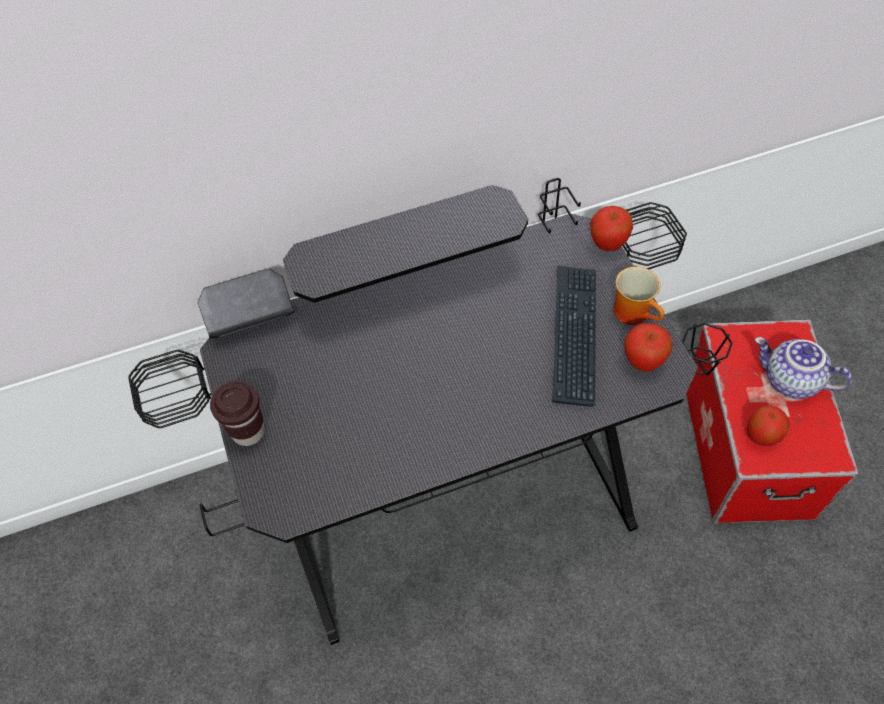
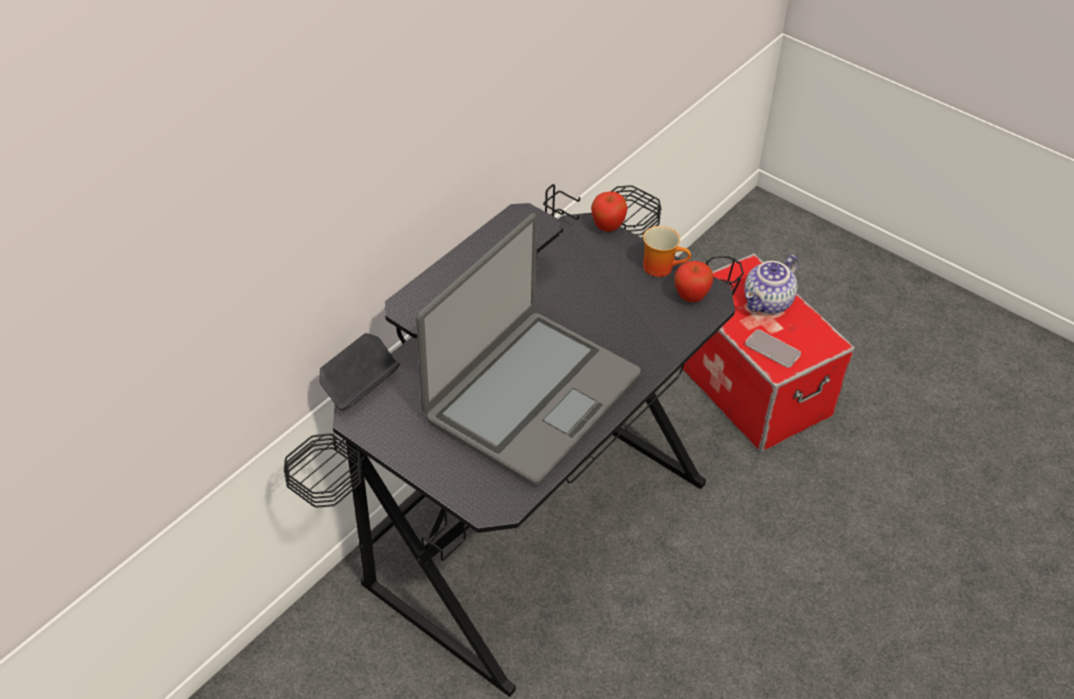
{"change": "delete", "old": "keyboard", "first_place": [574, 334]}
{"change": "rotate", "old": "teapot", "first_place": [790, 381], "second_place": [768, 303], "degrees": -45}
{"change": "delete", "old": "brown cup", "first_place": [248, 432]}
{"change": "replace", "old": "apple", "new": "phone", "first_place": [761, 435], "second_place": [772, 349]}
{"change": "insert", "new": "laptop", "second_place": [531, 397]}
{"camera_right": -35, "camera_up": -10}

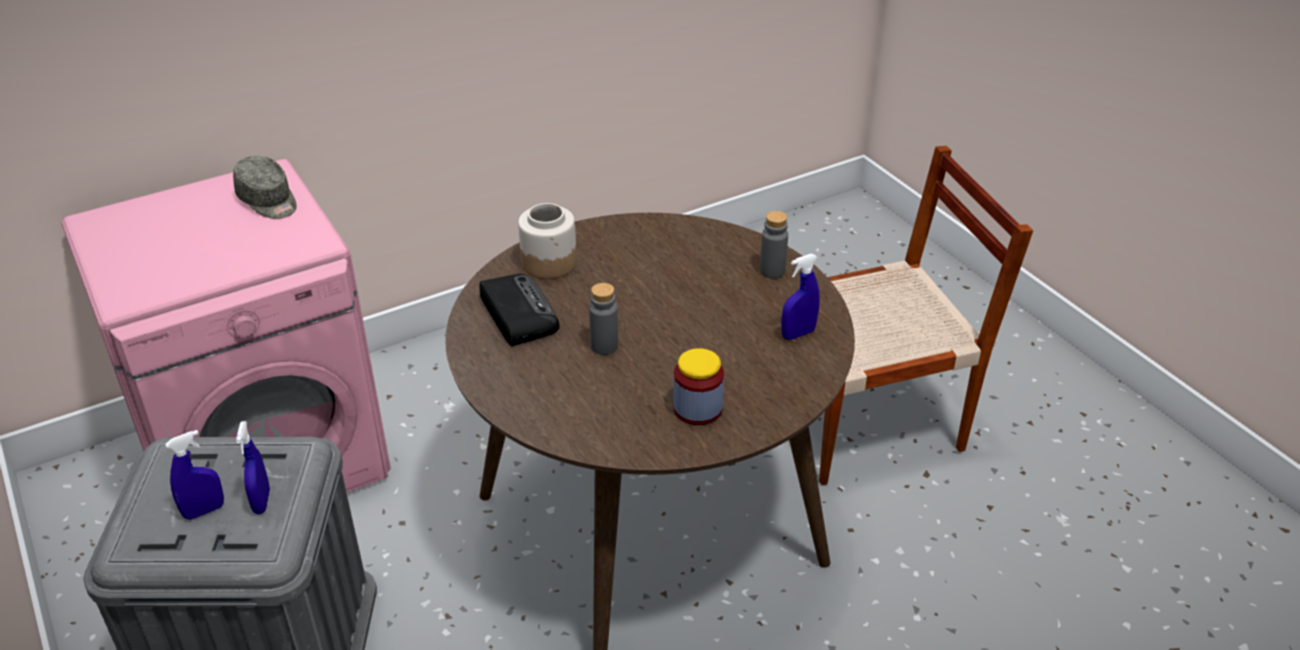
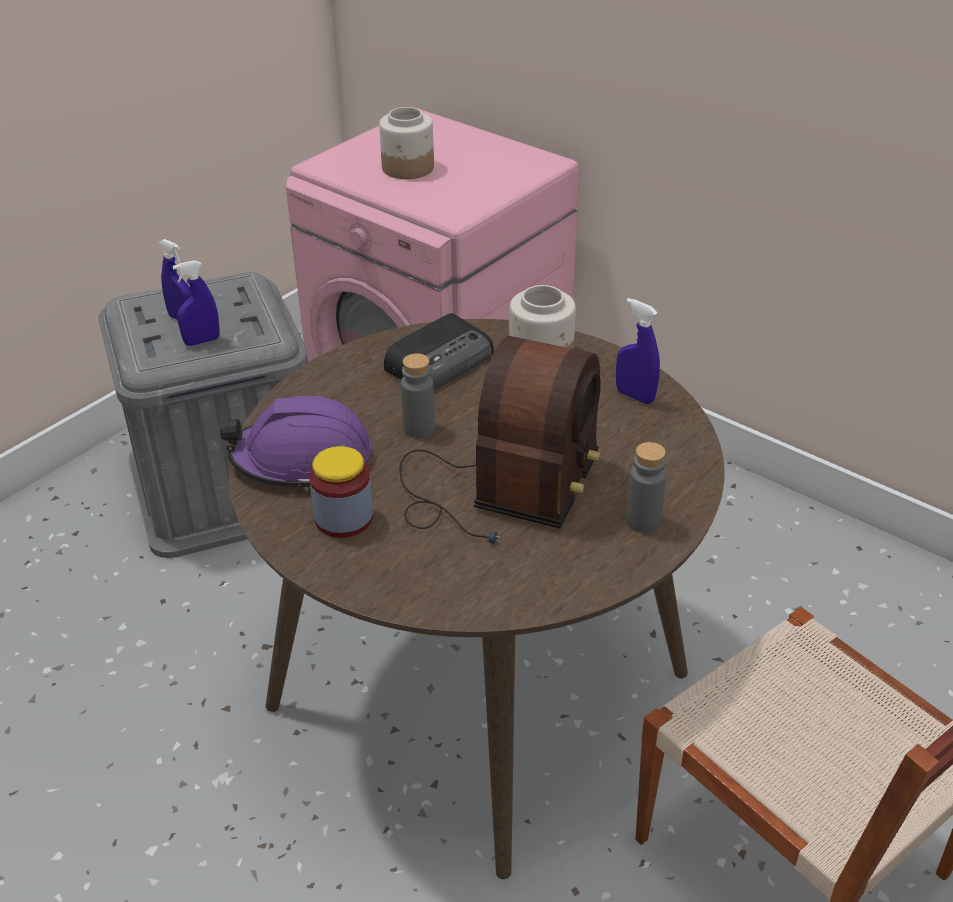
{"change": "delete", "old": "grey cap", "first_place": [268, 201]}
{"change": "move", "old": "blue spray bottle", "first_place": [798, 334], "second_place": [635, 396]}
{"change": "insert", "new": "jar", "second_place": [408, 168]}
{"change": "insert", "new": "radio", "second_place": [499, 488]}
{"change": "insert", "new": "purple hard hat", "second_place": [302, 459]}
{"camera_right": 70, "camera_up": 0}

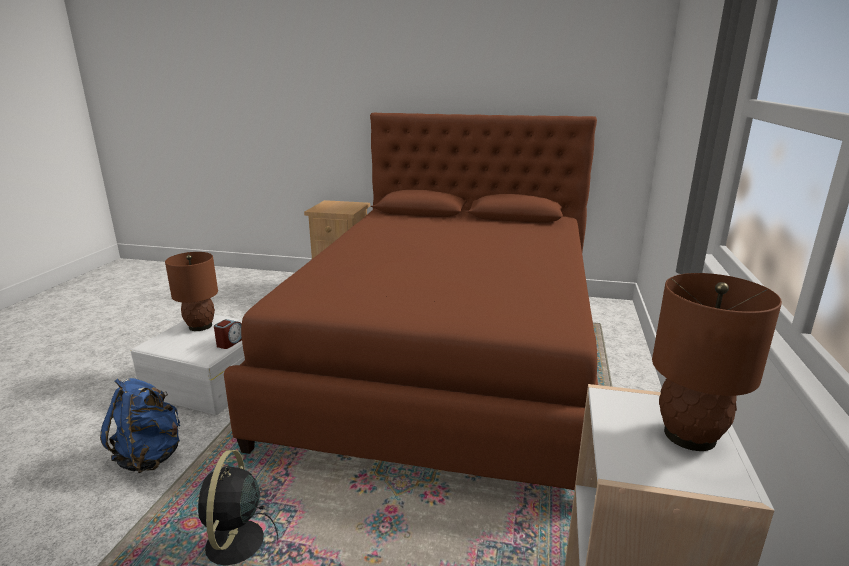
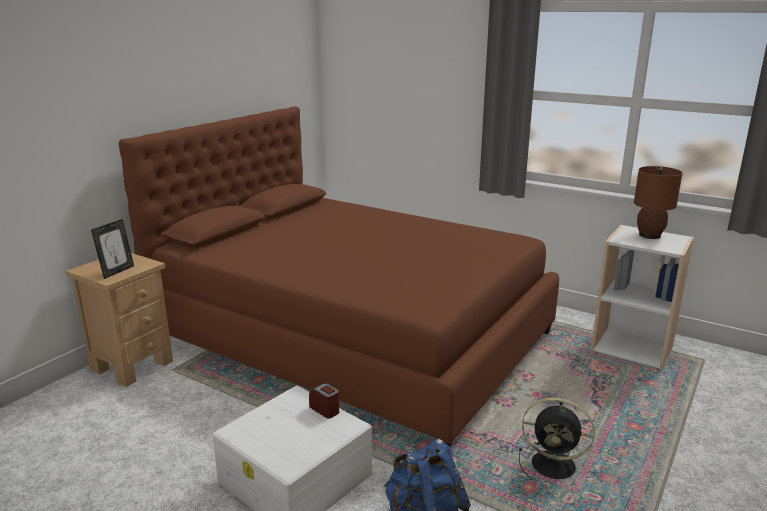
{"change": "delete", "old": "brown table lamp", "first_place": [200, 326]}
{"change": "insert", "new": "picture frame", "second_place": [117, 271]}
{"camera_right": -70, "camera_up": 0}

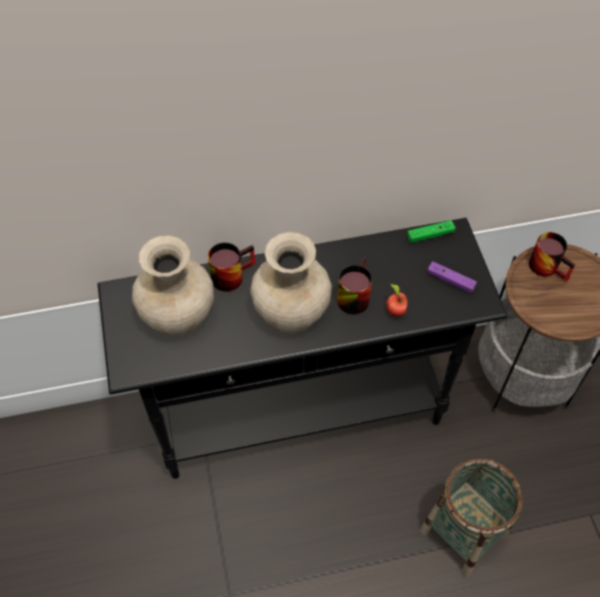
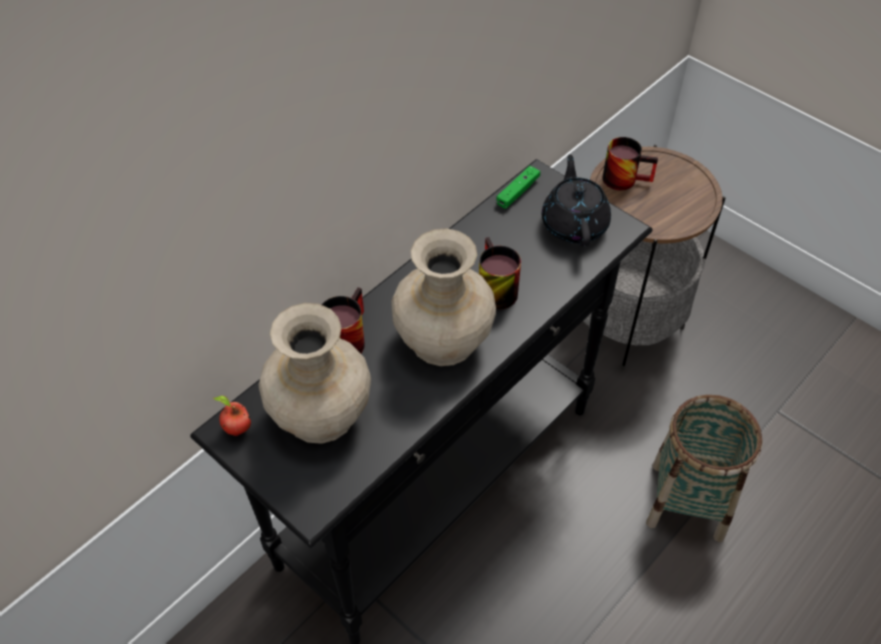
{"change": "replace", "old": "purple game controller", "new": "black teapot", "first_place": [450, 281], "second_place": [574, 224]}
{"change": "move", "old": "apple", "first_place": [394, 311], "second_place": [236, 429]}
{"camera_right": -35, "camera_up": -5}

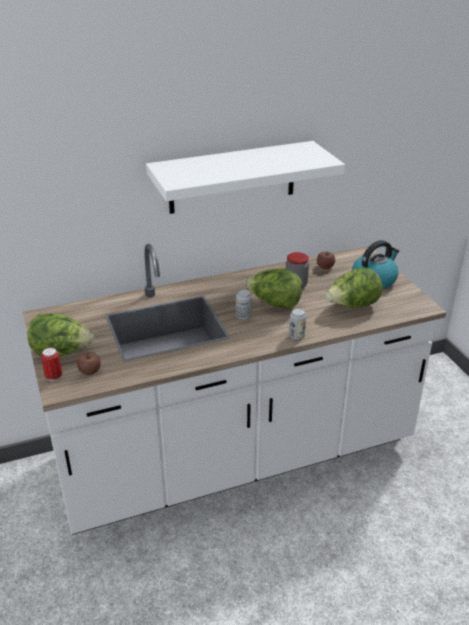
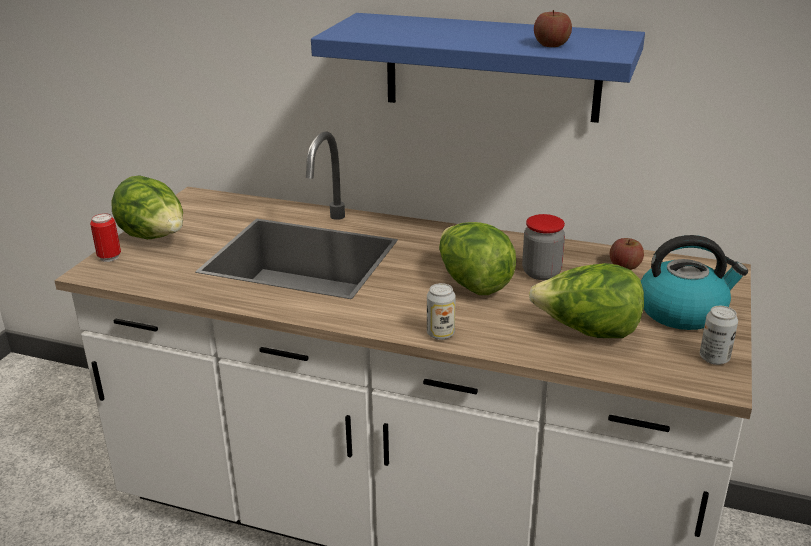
{"change": "recolor", "old": "white shelf", "new": "blue shelf", "first_place": [232, 177], "second_place": [491, 67]}
{"change": "move", "old": "can", "first_place": [243, 316], "second_place": [714, 358]}
{"change": "move", "old": "apple", "first_place": [90, 371], "second_place": [551, 45]}
{"camera_right": 40, "camera_up": -5}

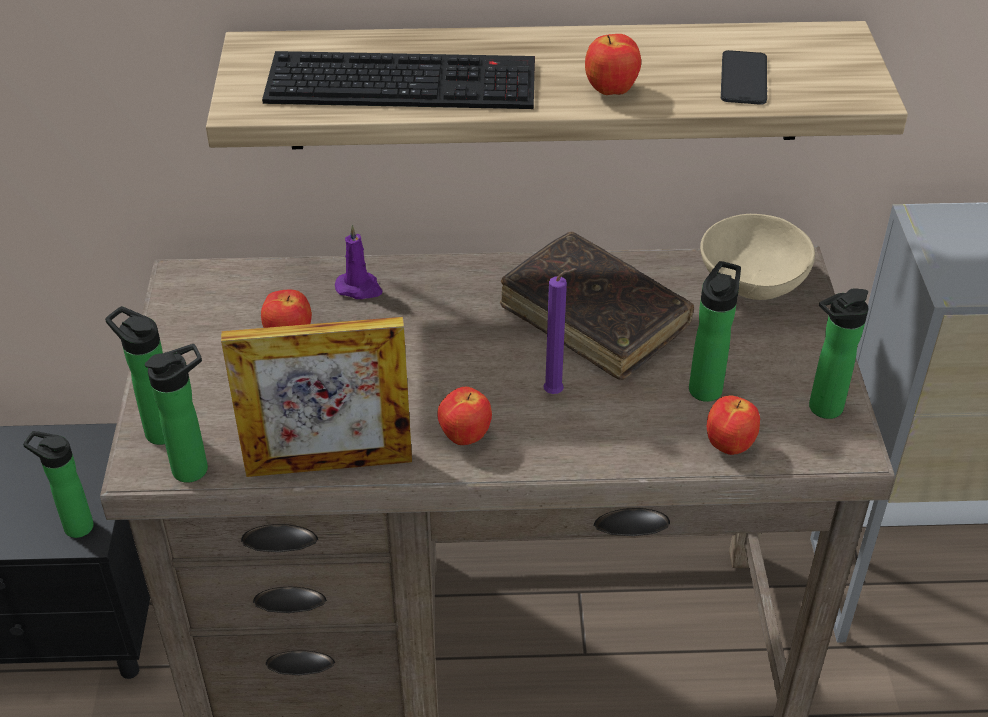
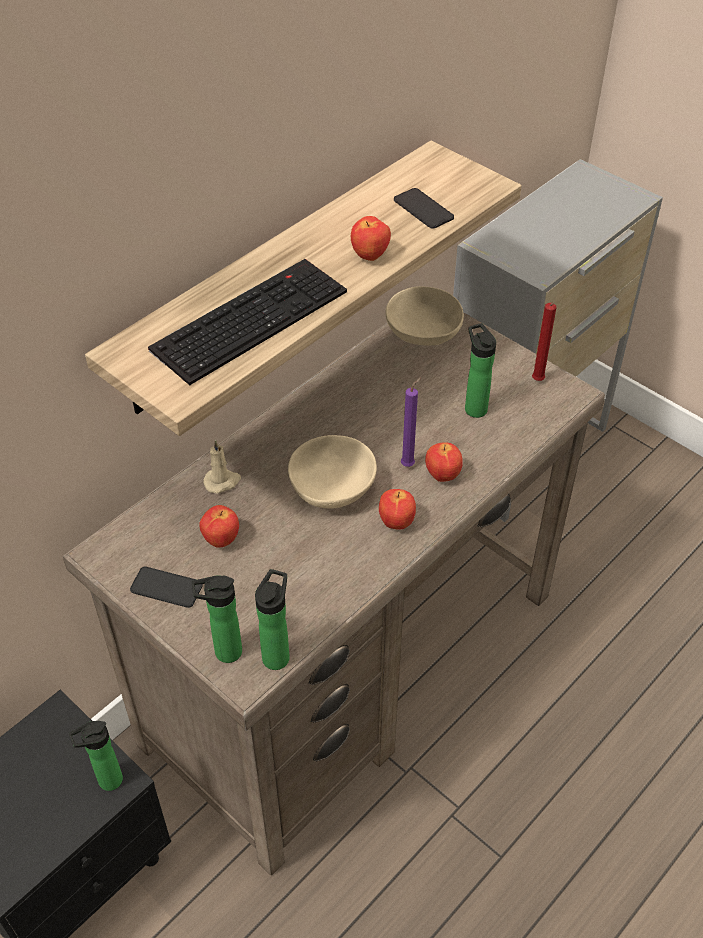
{"change": "recolor", "old": "purple candle", "new": "beige candle", "first_place": [359, 288], "second_place": [222, 481]}
{"change": "delete", "old": "brown book", "first_place": [594, 318]}
{"change": "replace", "old": "bottle", "new": "red candle", "first_place": [821, 409], "second_place": [537, 382]}
{"change": "delete", "old": "picture frame", "first_place": [329, 464]}
{"change": "move", "old": "apple", "first_place": [728, 445], "second_place": [442, 475]}
{"change": "insert", "new": "beige bowl", "second_place": [331, 487]}
{"change": "insert", "new": "phone", "second_place": [166, 587]}
{"camera_right": -45, "camera_up": 5}

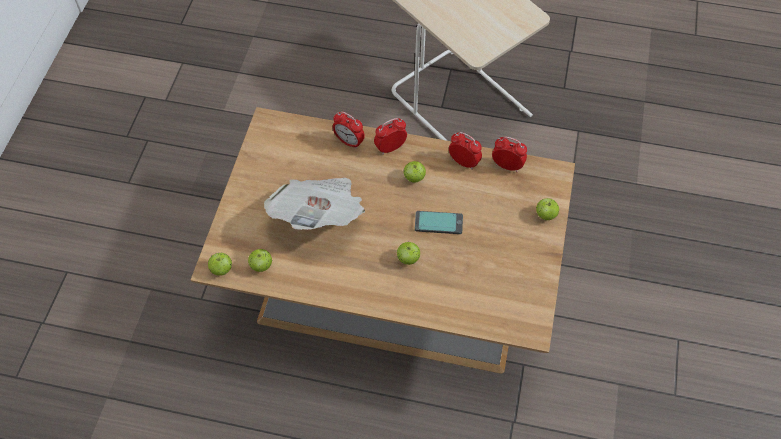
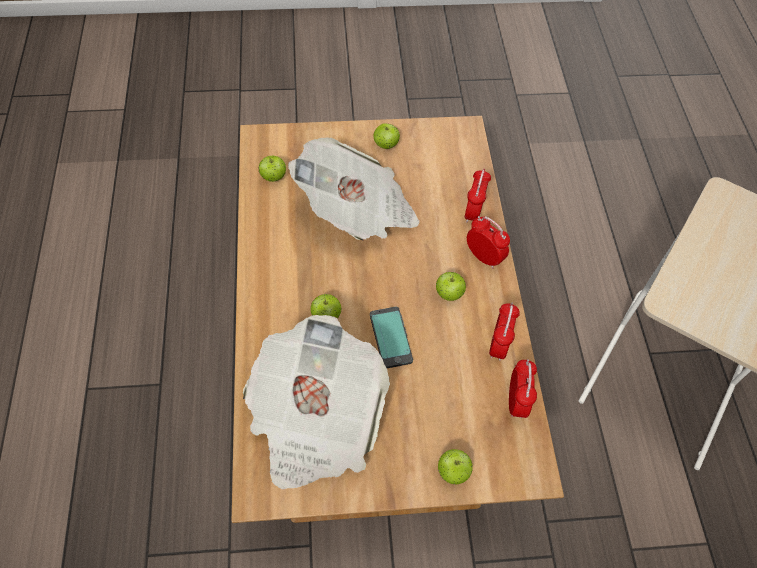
{"change": "move", "old": "apple", "first_place": [221, 269], "second_place": [386, 145]}
{"change": "insert", "new": "newspaper", "second_place": [315, 420]}
{"camera_right": 70, "camera_up": 0}

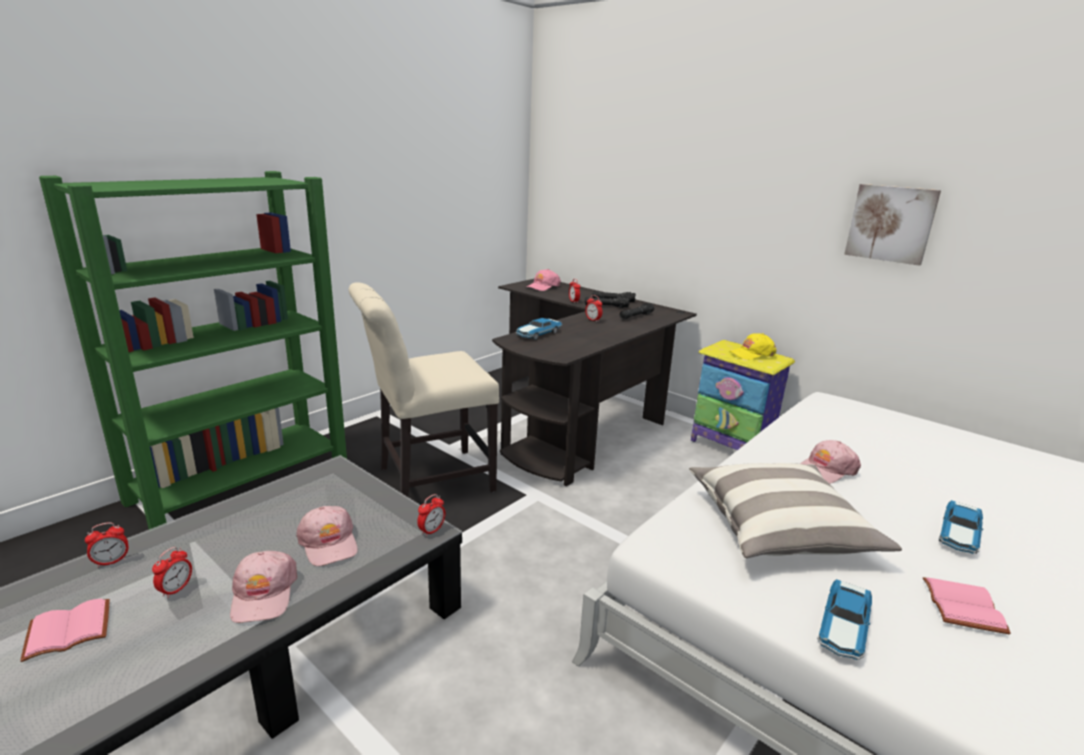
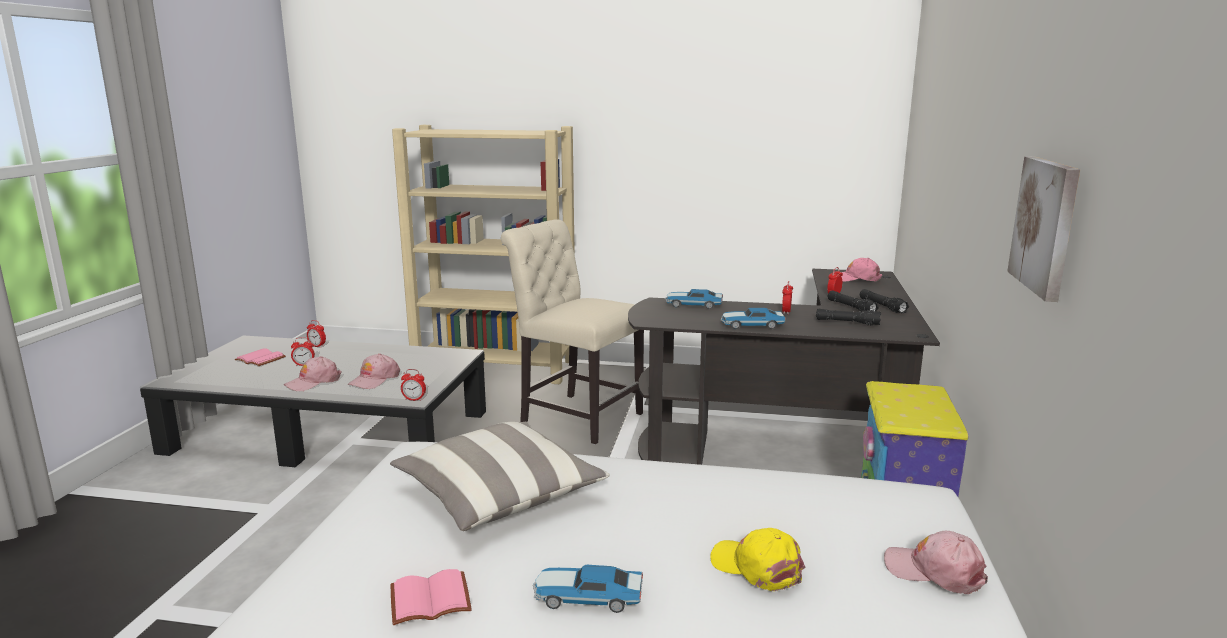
{"change": "recolor", "old": "green bookcase", "new": "beige bookcase", "first_place": [242, 482], "second_place": [496, 367]}
{"change": "move", "old": "yellow cap", "first_place": [752, 354], "second_place": [757, 567]}
{"change": "move", "old": "pink cap", "first_place": [826, 470], "second_place": [935, 571]}
{"change": "move", "old": "toy car", "first_place": [843, 628], "second_place": [751, 325]}
{"camera_right": 60, "camera_up": -5}

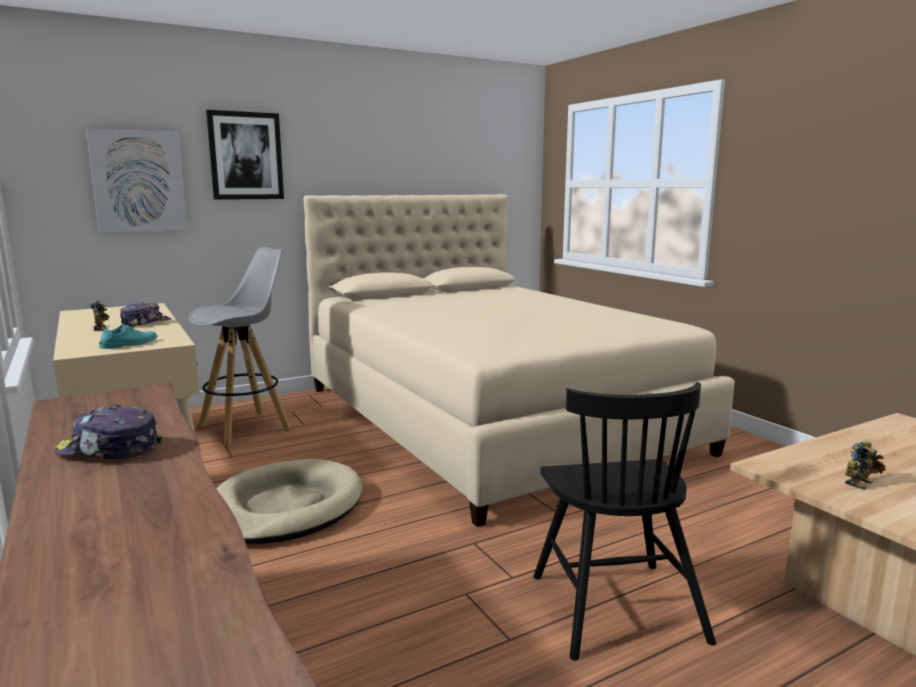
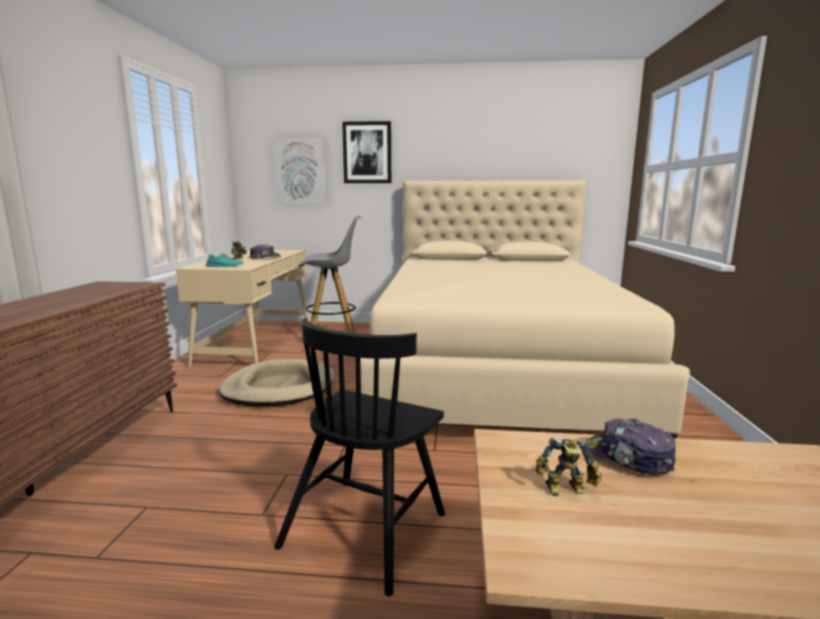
{"change": "move", "old": "cap", "first_place": [109, 450], "second_place": [627, 458]}
{"camera_right": 35, "camera_up": 0}

